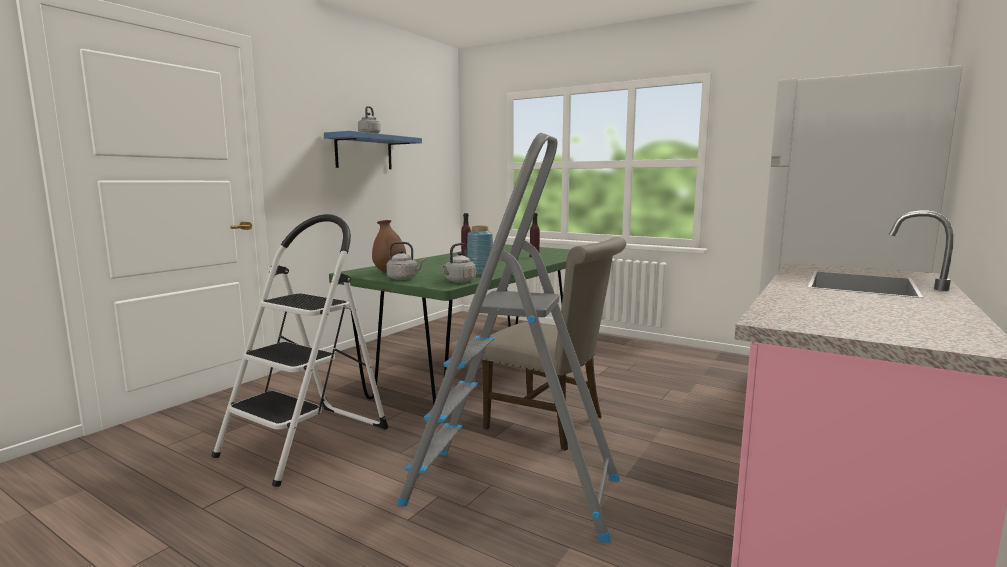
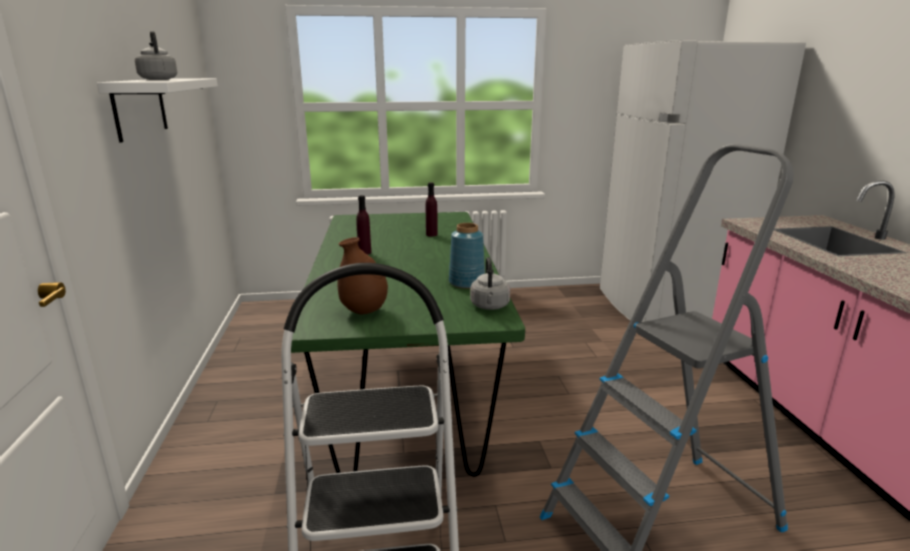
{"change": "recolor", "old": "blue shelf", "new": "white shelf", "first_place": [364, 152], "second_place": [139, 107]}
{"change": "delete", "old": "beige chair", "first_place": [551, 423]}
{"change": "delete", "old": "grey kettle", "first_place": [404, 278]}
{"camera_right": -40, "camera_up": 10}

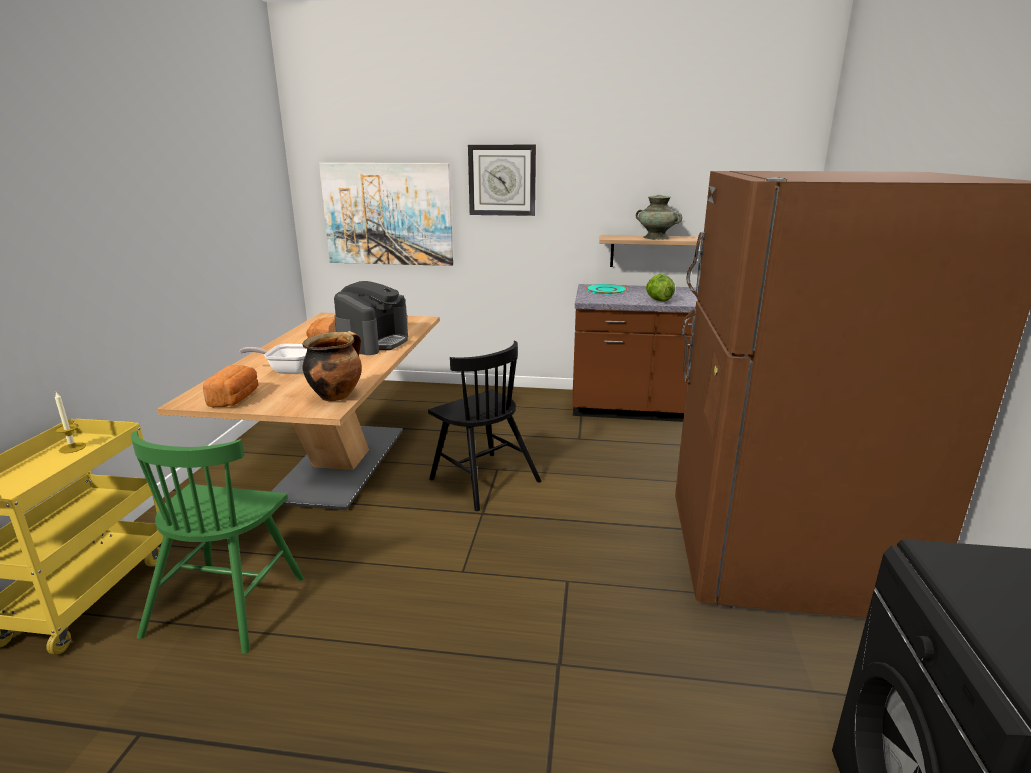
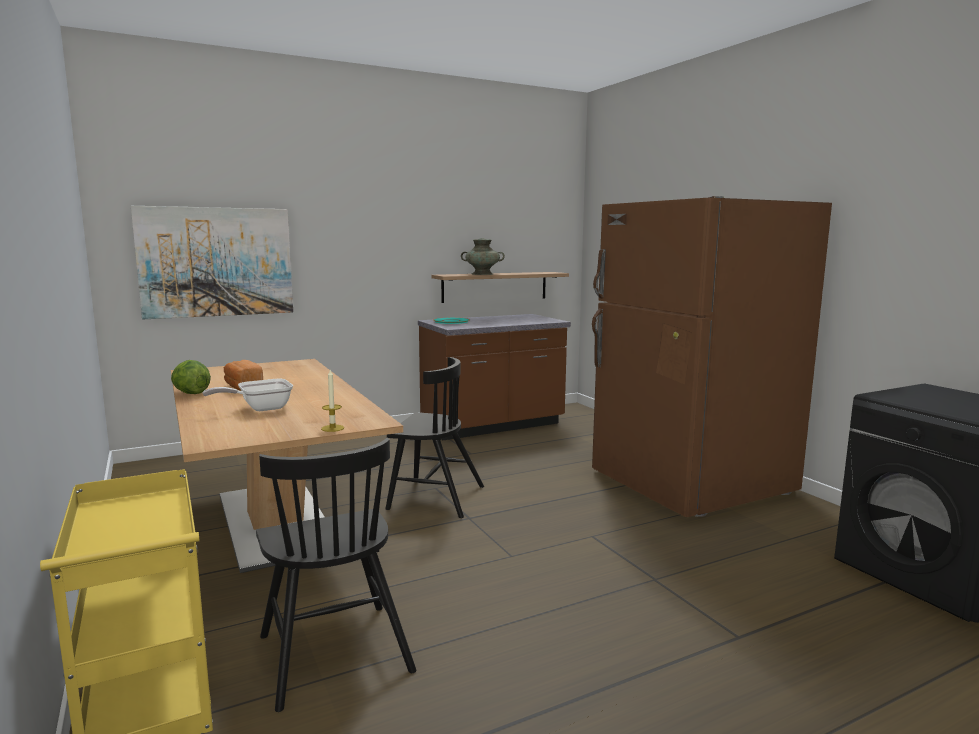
{"change": "delete", "old": "wall clock", "first_place": [502, 180]}
{"change": "move", "old": "lettuce", "first_place": [658, 300], "second_place": [191, 393]}
{"change": "delete", "old": "coffee machine", "first_place": [374, 342]}
{"change": "delete", "old": "cooking pot", "first_place": [336, 395]}
{"change": "delete", "old": "bread", "first_place": [236, 398]}
{"change": "move", "old": "candle", "first_place": [72, 448], "second_place": [332, 428]}
{"change": "recolor", "old": "green chair", "new": "black chair", "first_place": [230, 599], "second_place": [332, 647]}
{"camera_right": -35, "camera_up": -10}

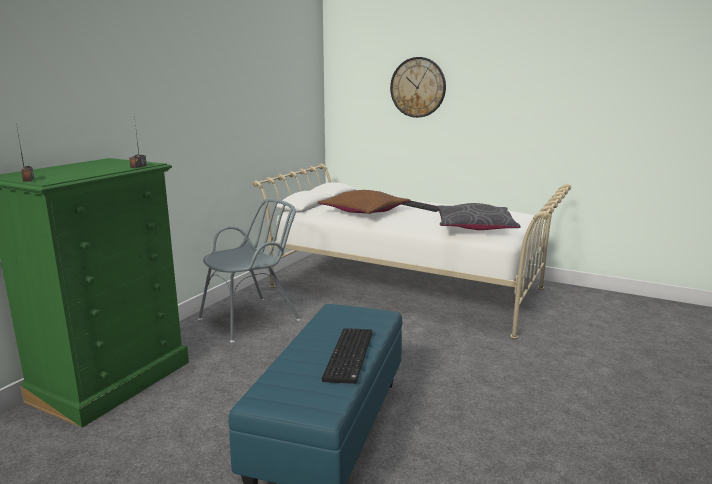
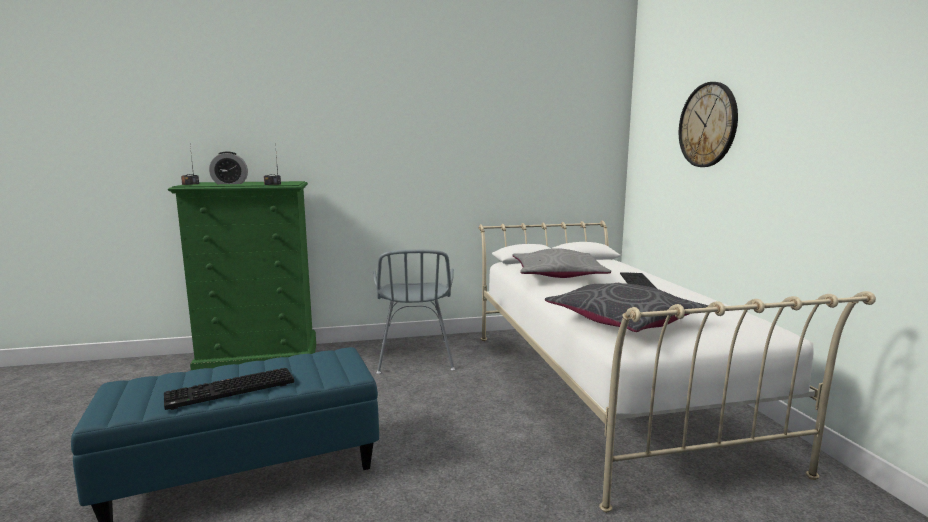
{"change": "recolor", "old": "brown pillow", "new": "grey pillow", "first_place": [364, 211], "second_place": [557, 275]}
{"change": "rotate", "old": "grey chair", "first_place": [252, 318], "second_place": [415, 357], "degrees": 75}
{"change": "insert", "new": "alarm clock", "second_place": [230, 183]}
{"camera_right": 50, "camera_up": -5}

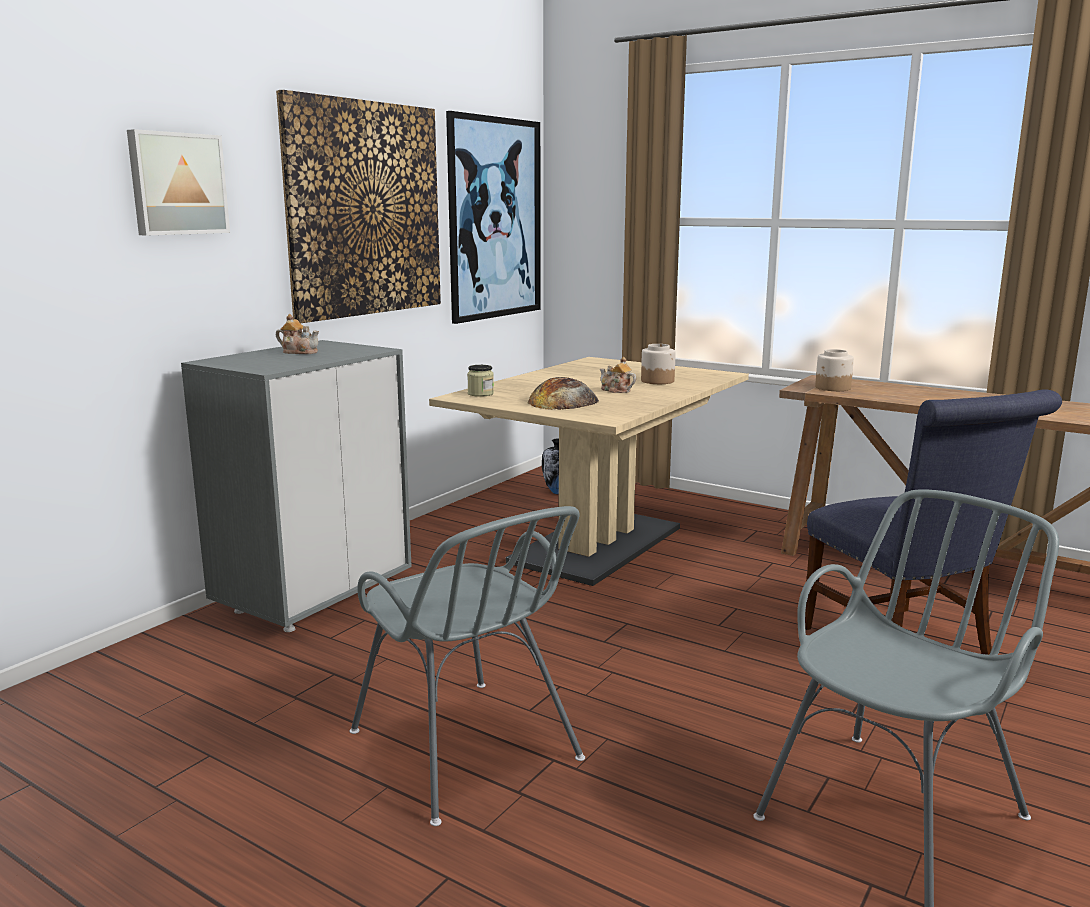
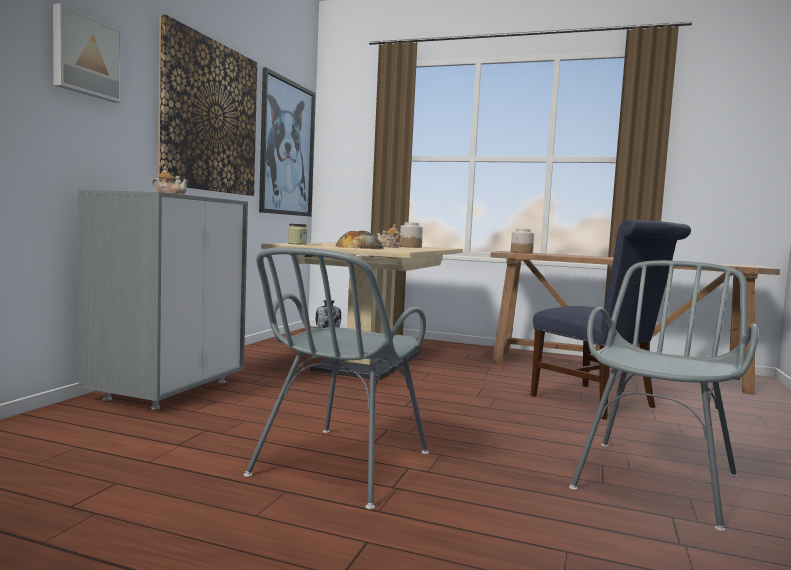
{"change": "rotate", "old": "grey chair", "first_place": [468, 750], "second_place": [339, 466], "degrees": 75}
{"camera_right": -15, "camera_up": -10}

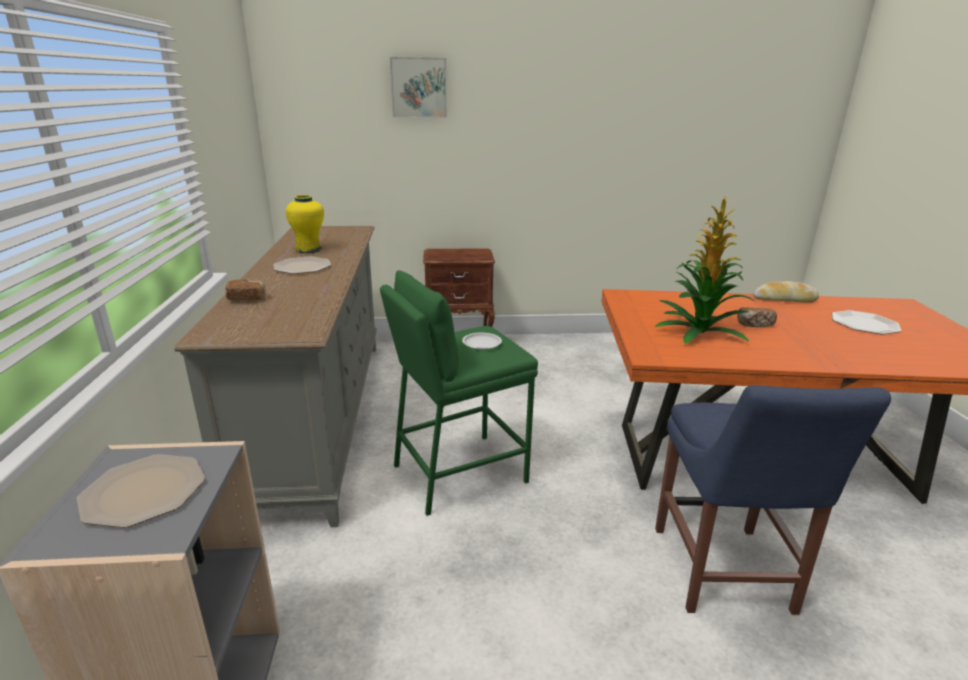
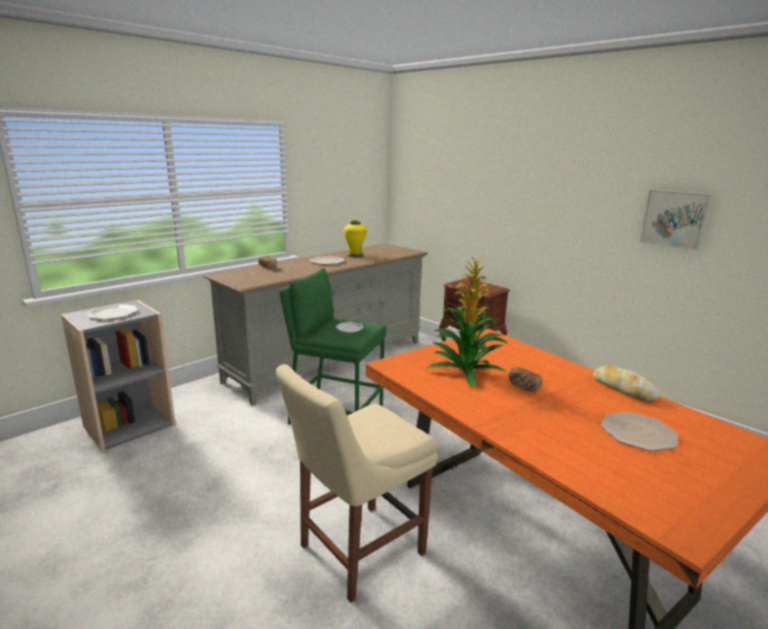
{"change": "move", "old": "picture", "first_place": [419, 87], "second_place": [675, 219]}
{"change": "recolor", "old": "blue chair", "new": "beige chair", "first_place": [723, 574], "second_place": [356, 552]}
{"camera_right": 50, "camera_up": -5}

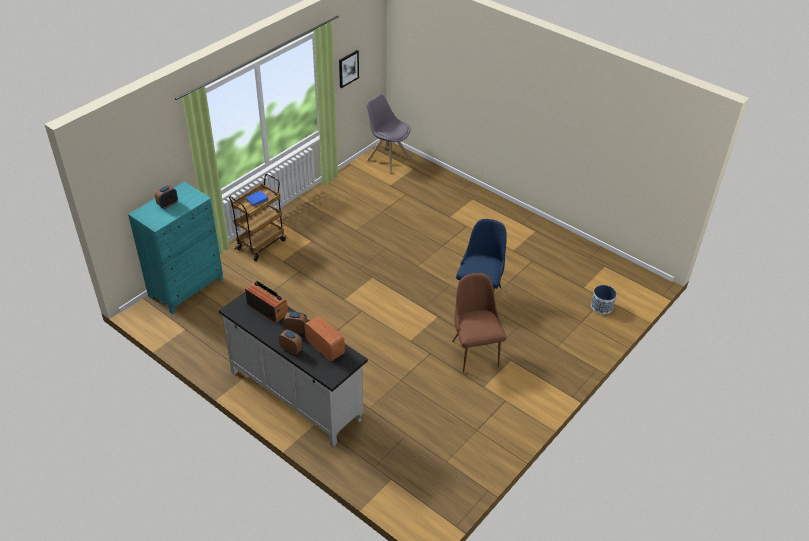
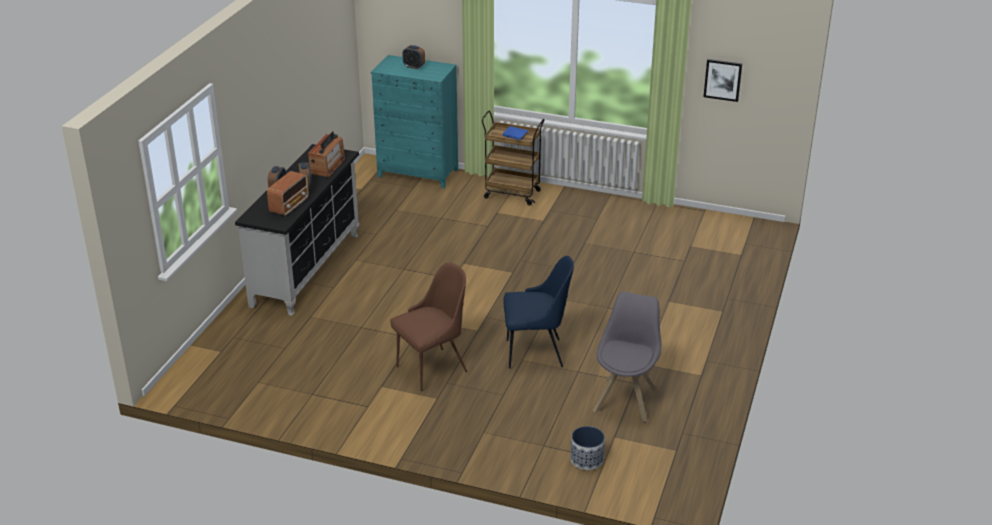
{"change": "move", "old": "grey chair", "first_place": [388, 159], "second_place": [625, 400]}
{"camera_right": 70, "camera_up": -10}

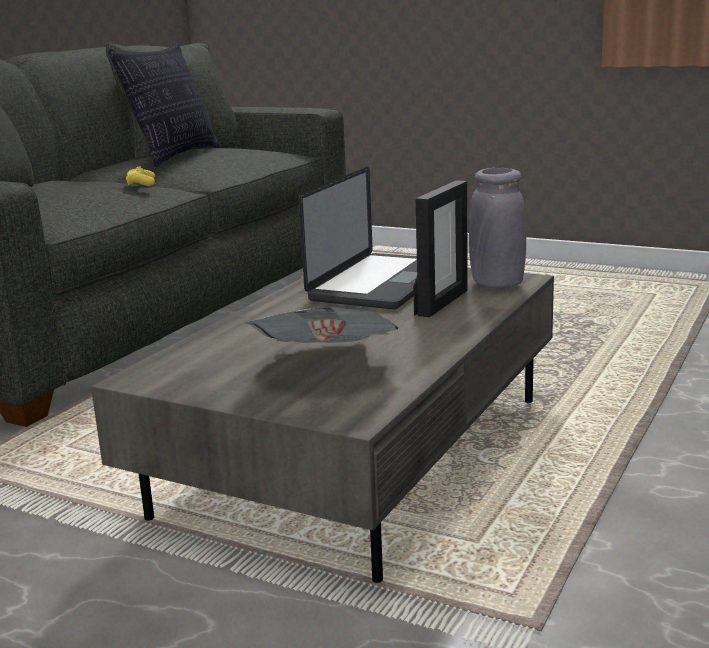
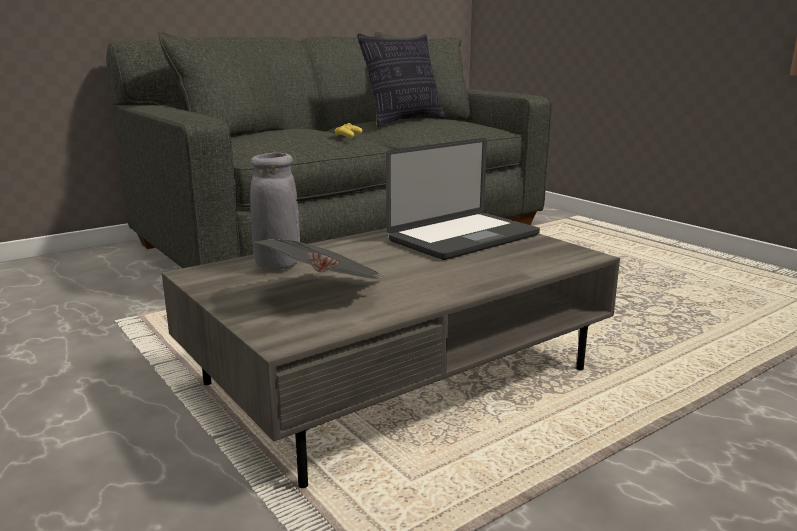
{"change": "move", "old": "grey vase", "first_place": [497, 284], "second_place": [277, 265]}
{"change": "delete", "old": "picture frame", "first_place": [441, 302]}
{"camera_right": 25, "camera_up": 0}

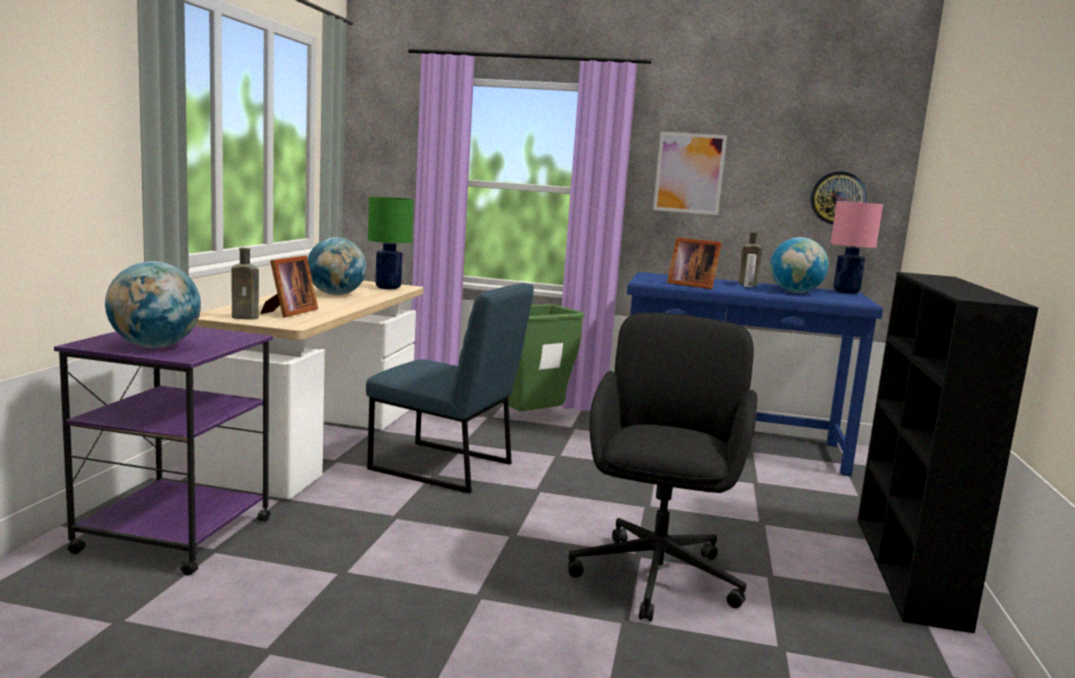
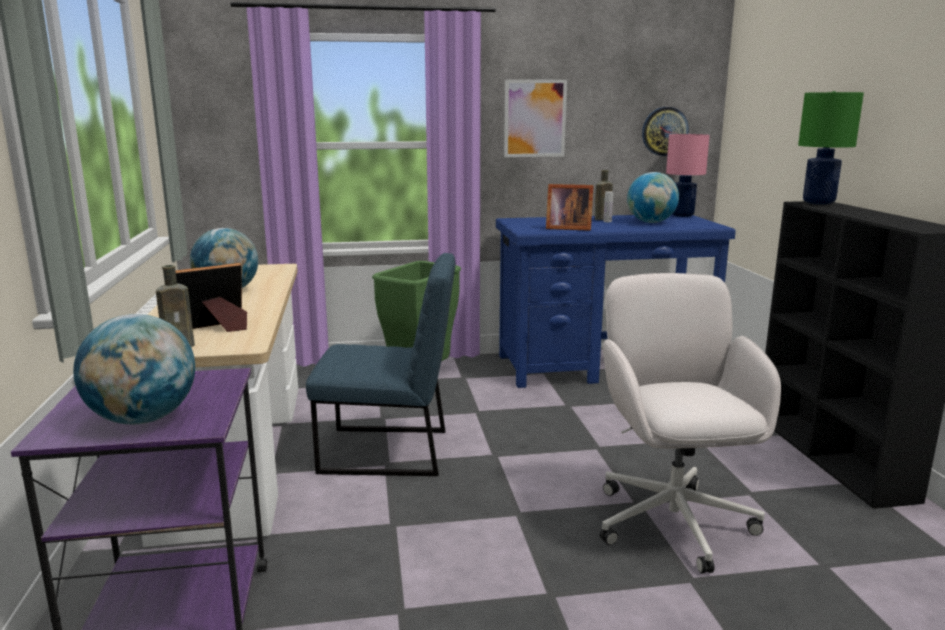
{"change": "move", "old": "green table lamp", "first_place": [388, 288], "second_place": [818, 204]}
{"change": "rotate", "old": "picture frame", "first_place": [289, 312], "second_place": [216, 328], "degrees": -120}
{"change": "recolor", "old": "black office chair", "new": "white office chair", "first_place": [656, 578], "second_place": [673, 523]}
{"camera_right": -20, "camera_up": 5}

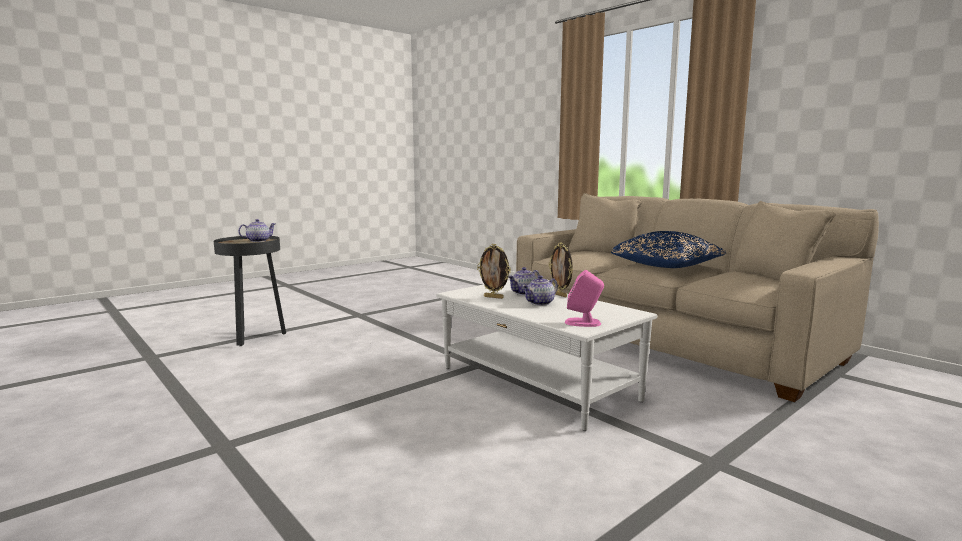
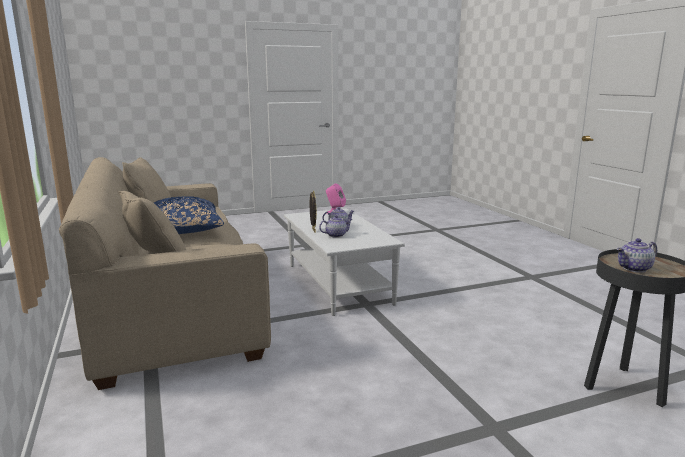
{"change": "delete", "old": "picture frame", "first_place": [494, 297]}
{"camera_right": -160, "camera_up": 5}

